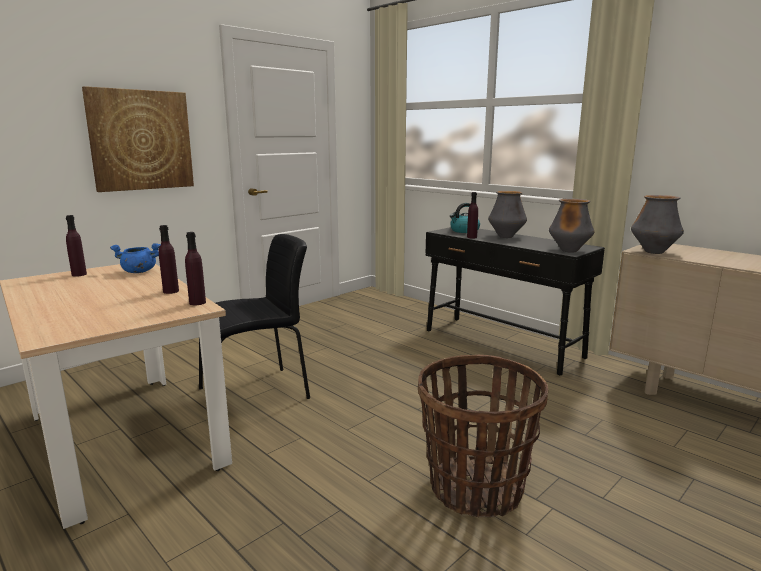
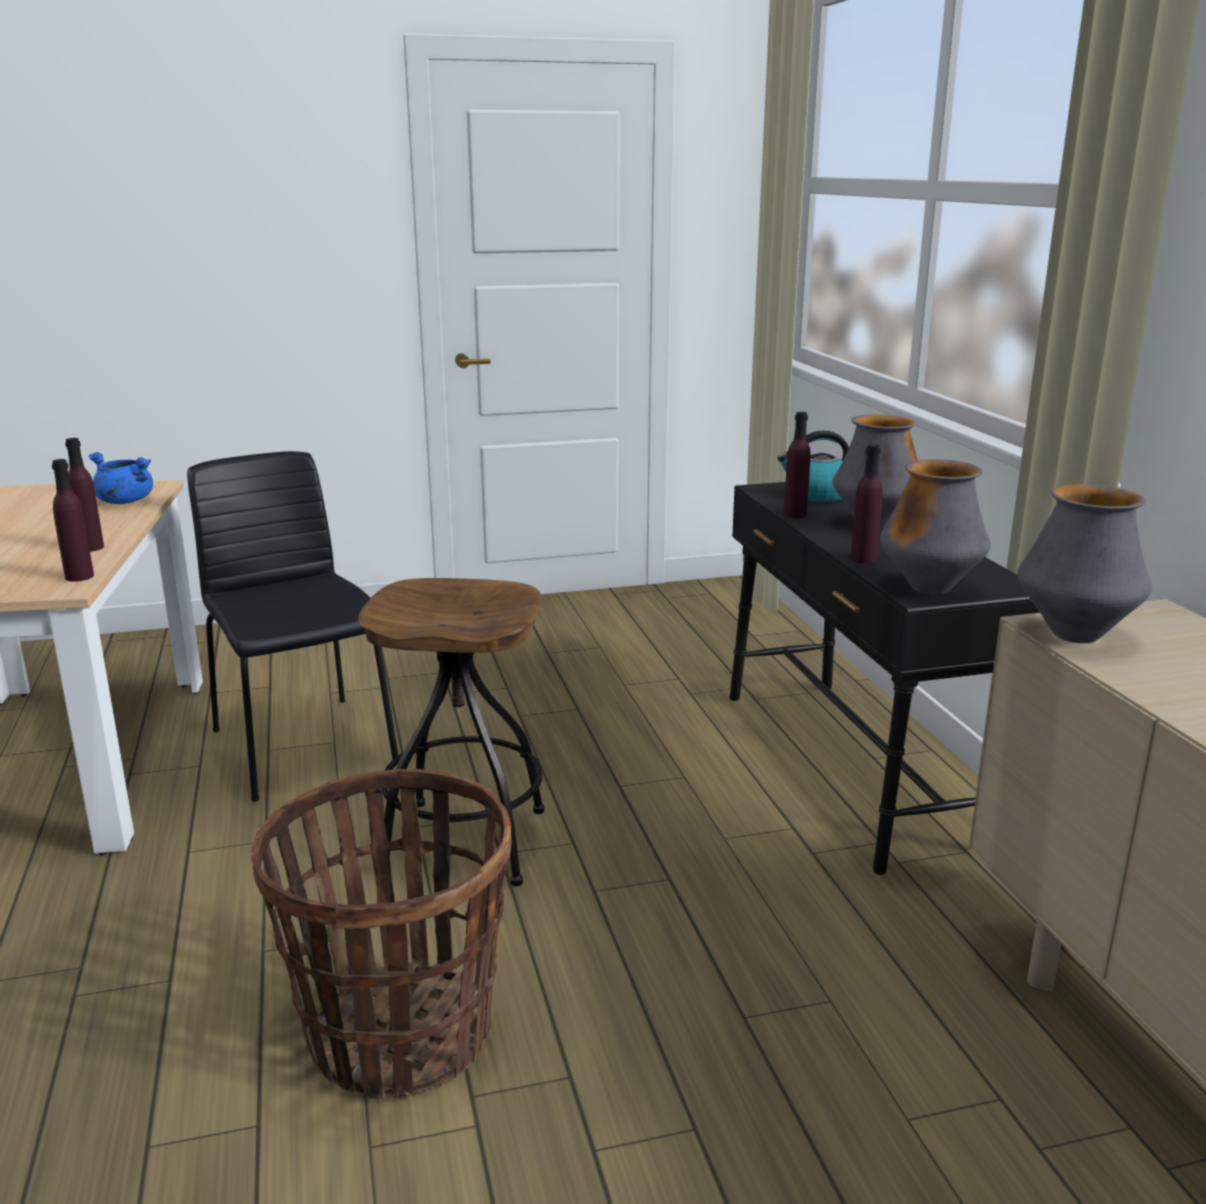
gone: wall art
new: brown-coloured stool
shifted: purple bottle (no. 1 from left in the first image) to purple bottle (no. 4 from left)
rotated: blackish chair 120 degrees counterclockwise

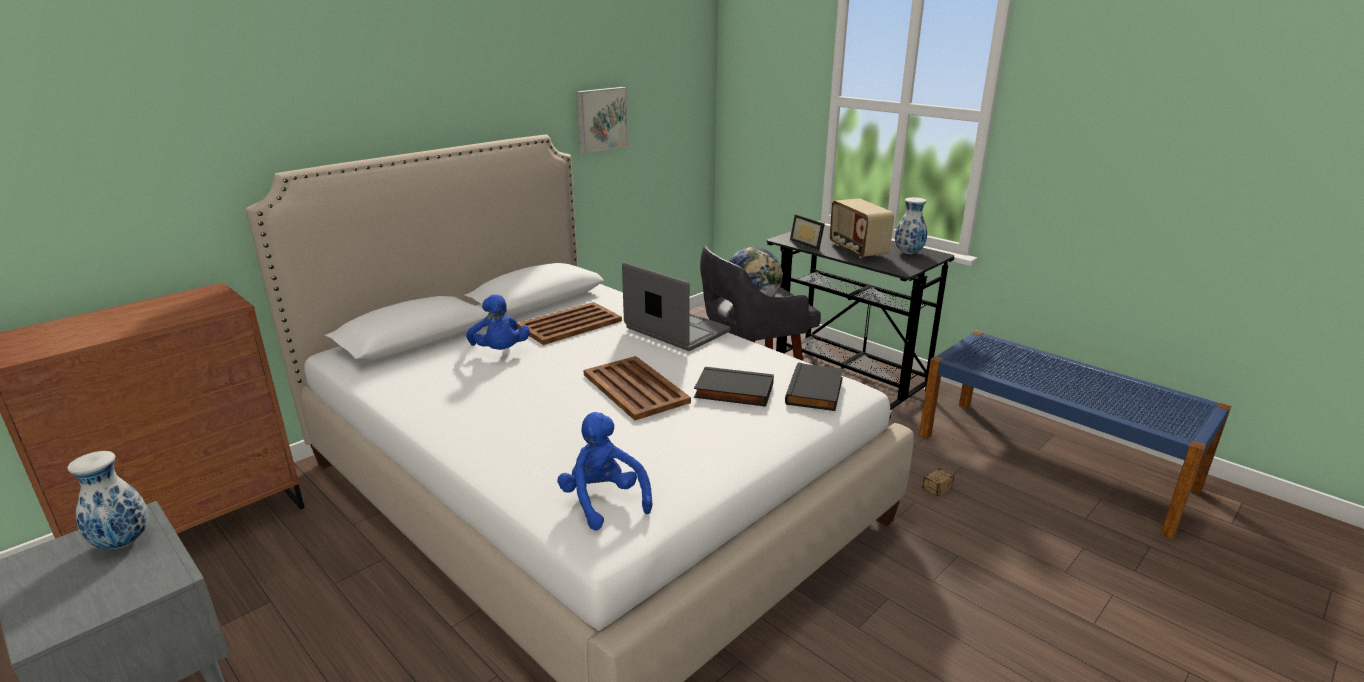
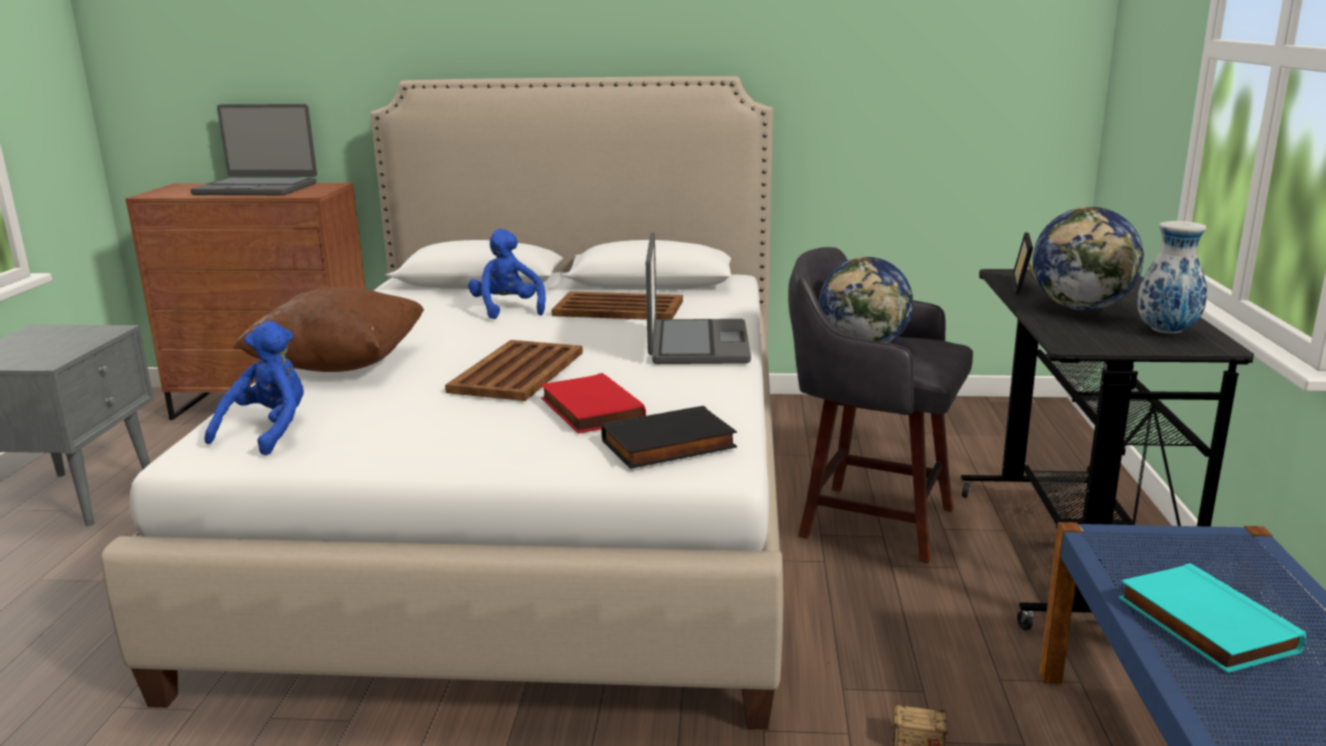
gone: vase (no. 1 from left); wall art
new: notebook computer (no. 1 from left); brown-coloured pillow; turquoise-coloured bound book
swapped: radio to world globe (no. 2 from left)
repainted: blackish bound book (no. 1 from left) to red-coloured bound book
rotated: blue cuddly toy (no. 1 from left in the first image) 135 degrees clockwise

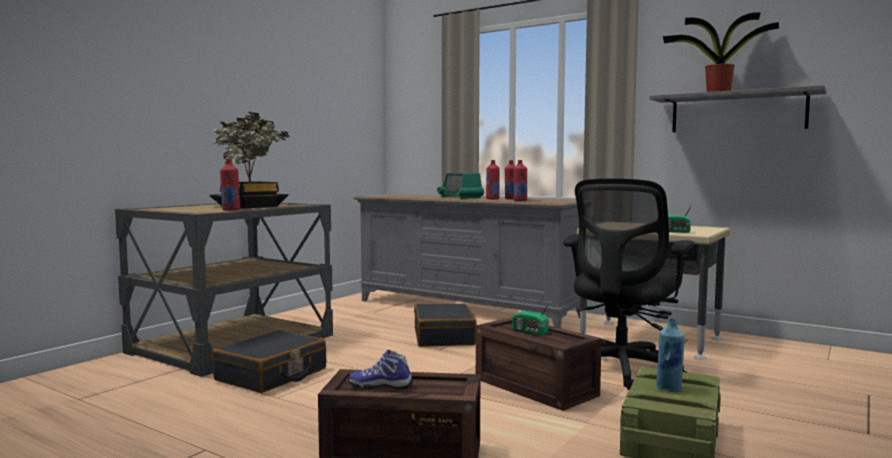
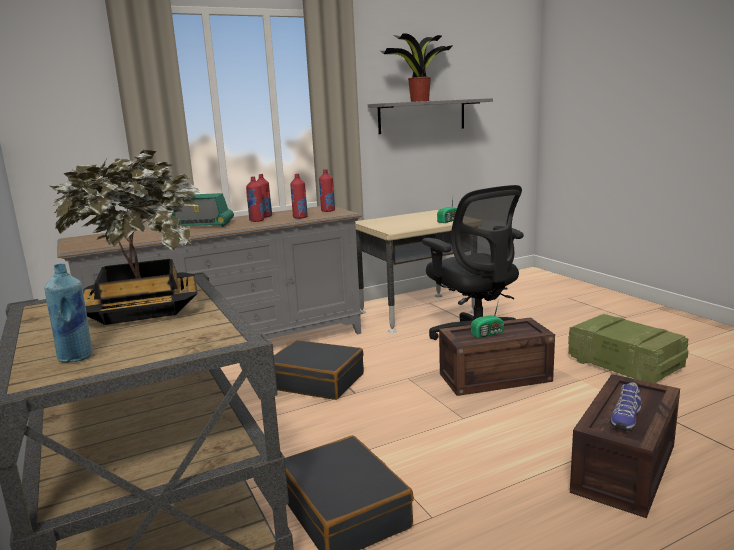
shifted: red-coloured bottle (no. 1 from left in the first image) to red-coloured bottle (no. 4 from left); blue bottle

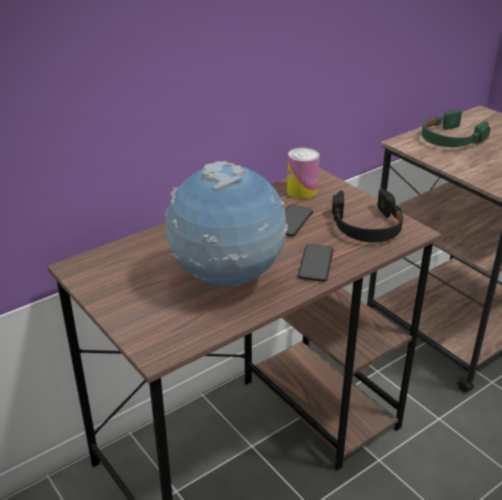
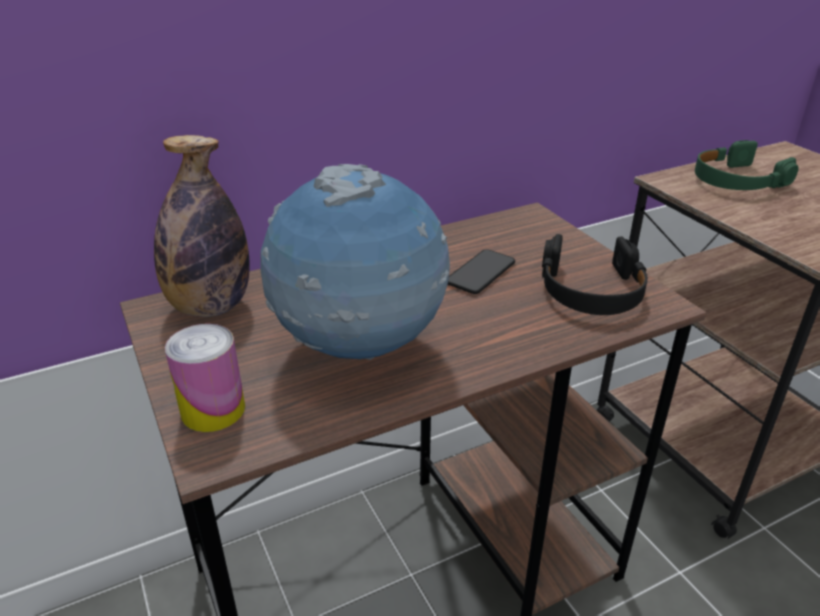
gone: telephone (no. 2 from left)
new: bottle
shifted: can

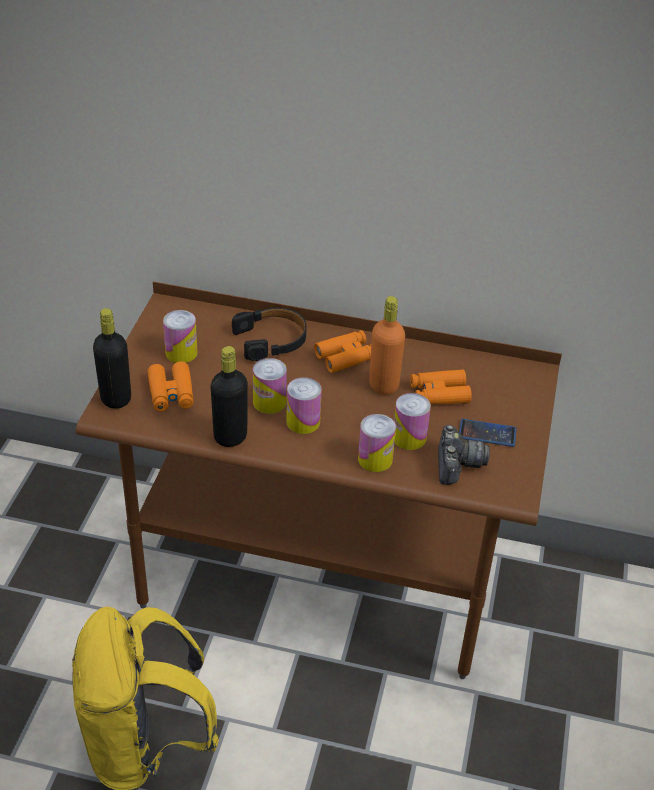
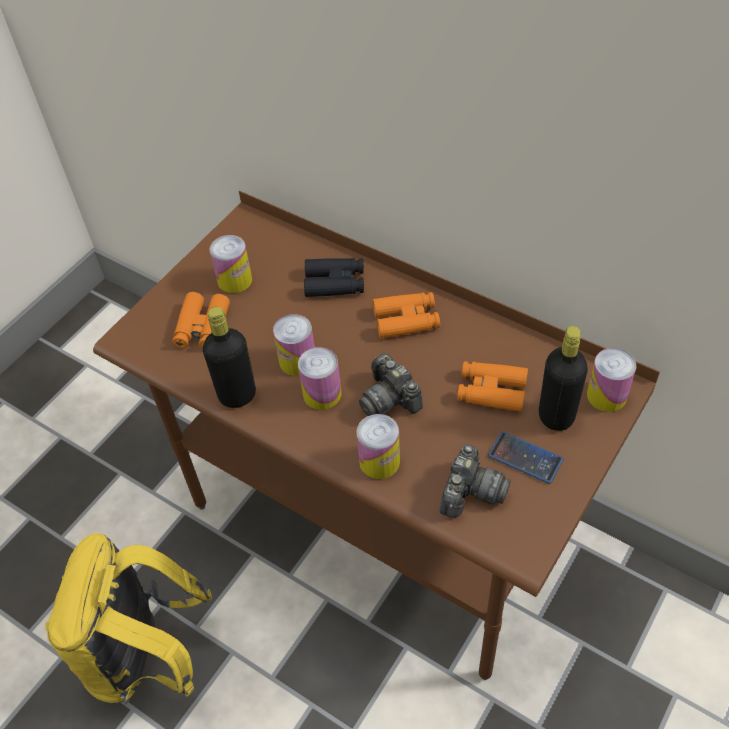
gone: orange bottle
new: still camera (no. 1 from left)
shifted: blackish bottle (no. 1 from left in the first image) to blackish bottle (no. 2 from left); can (no. 5 from left)
swapped: blackish pair of headphones to blackish field glasses

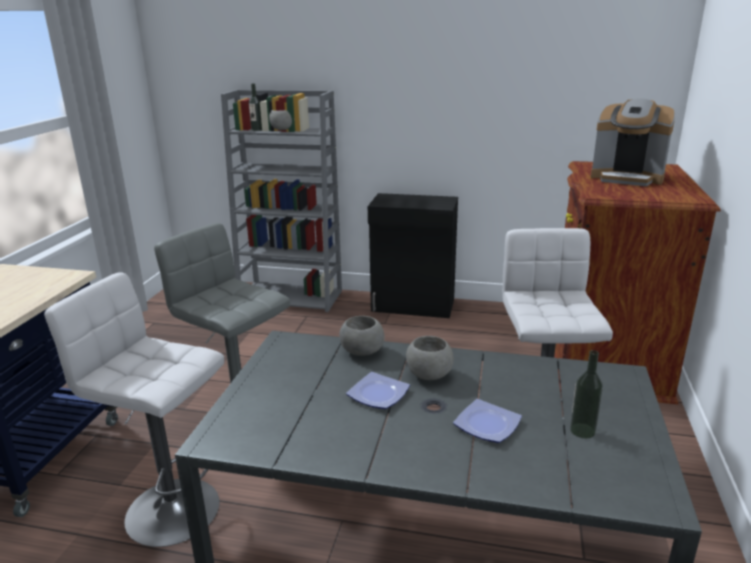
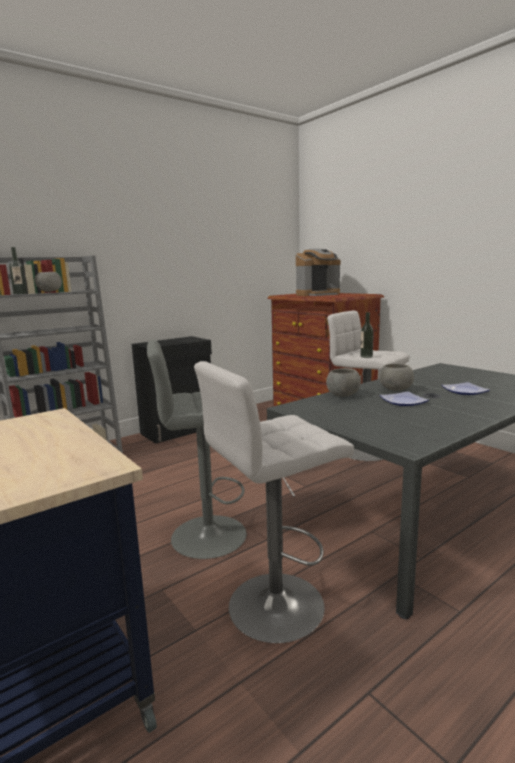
shifted: bottle (no. 2 from left)

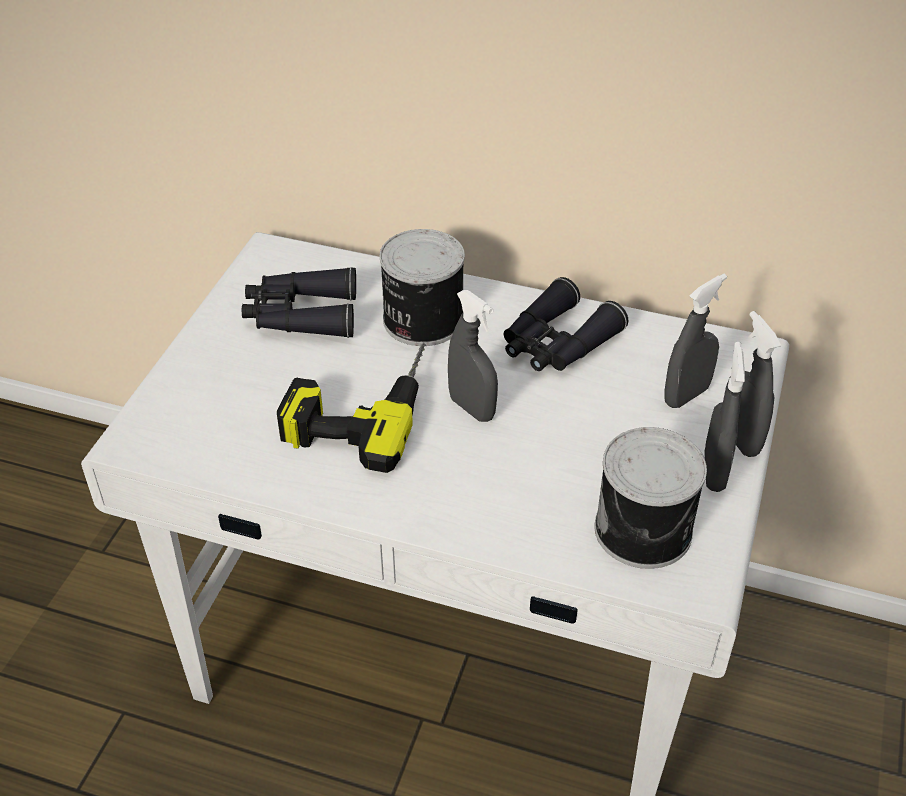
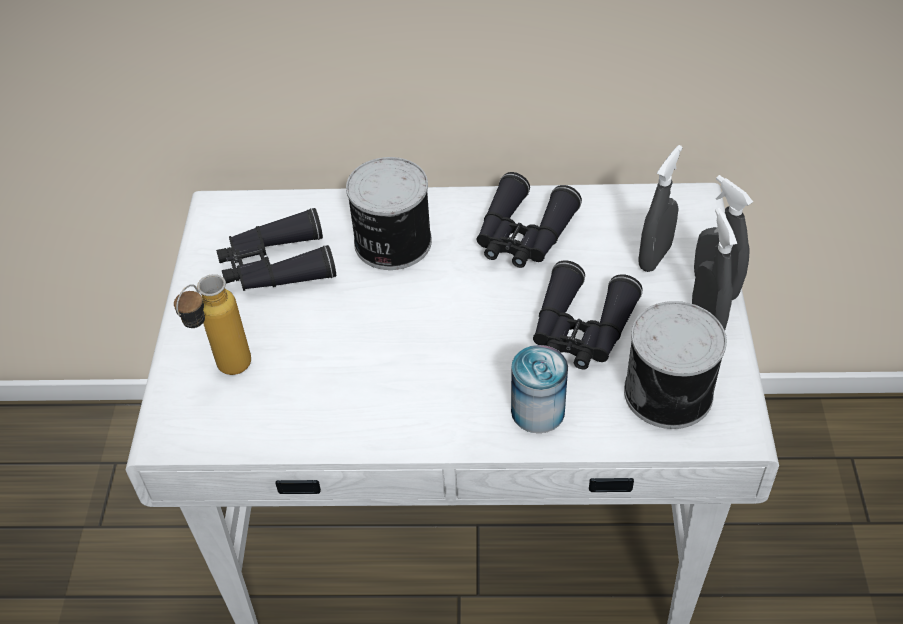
gone: drill; gray spray bottle (no. 1 from left)
new: bottle; can (no. 2 from left); blackish field glasses (no. 3 from left)

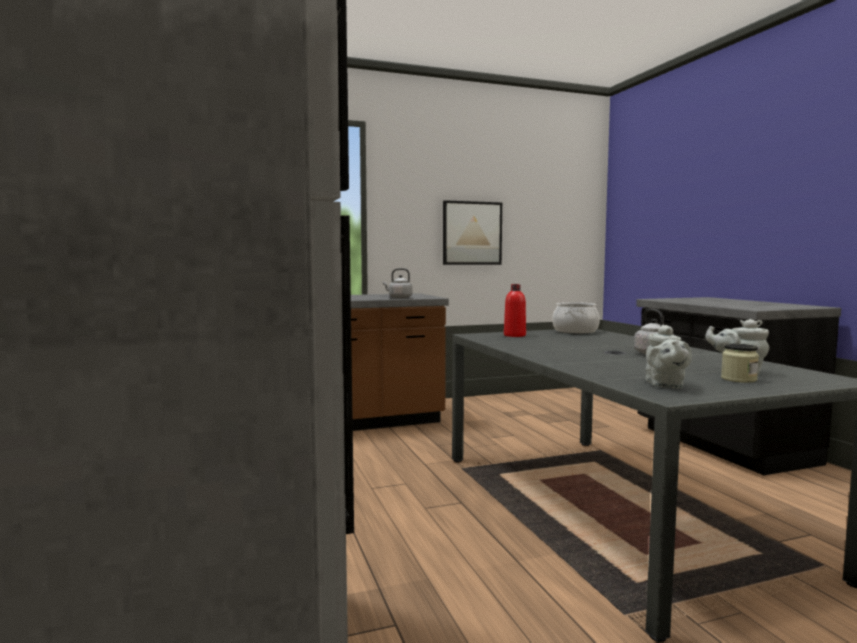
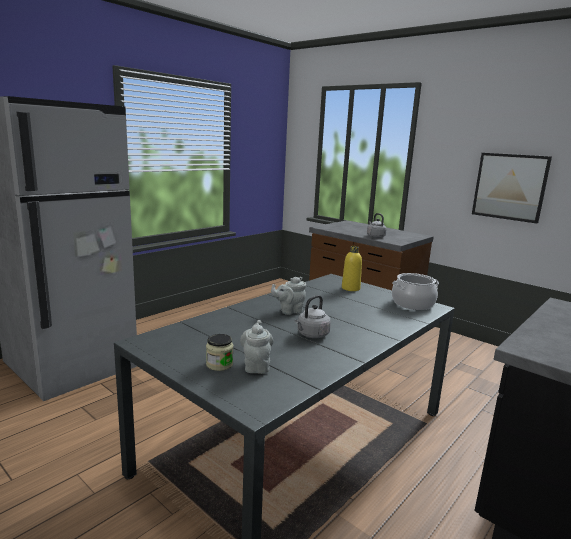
shifted: gray pot for tea (no. 1 from left in the first image) to gray pot for tea (no. 2 from left)
repainted: red-coloured bottle to yellow-coloured bottle

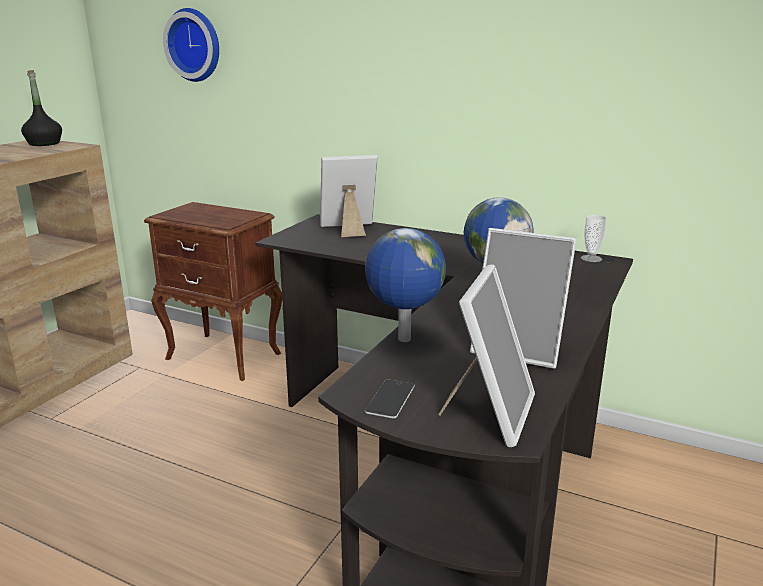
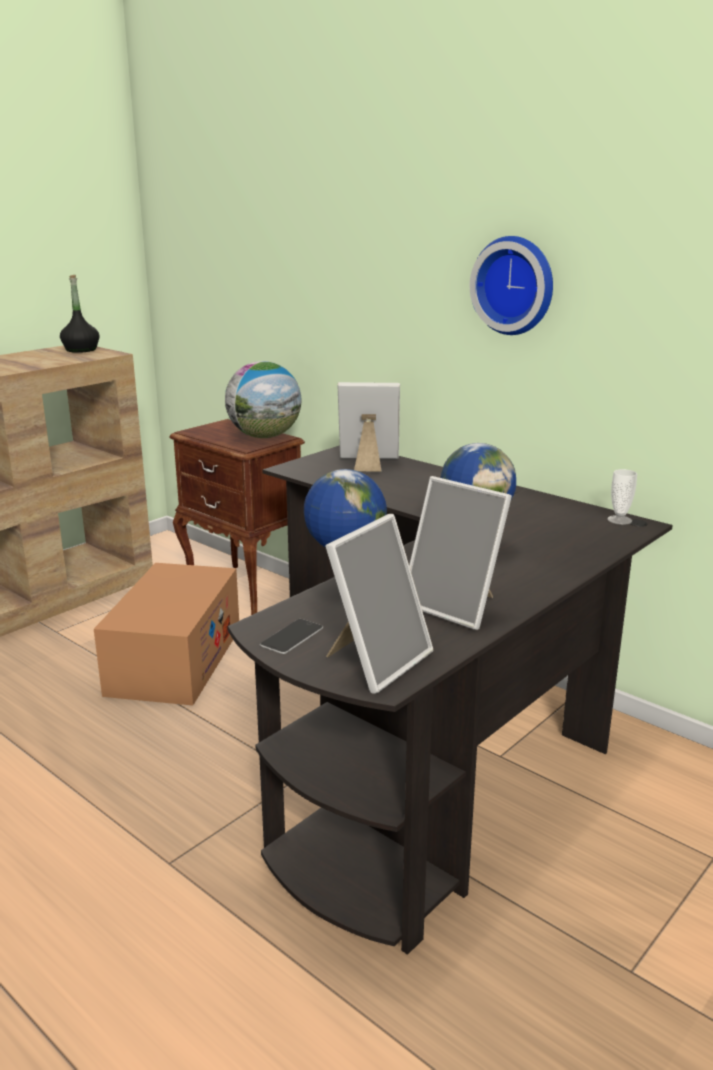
new: packing box; world globe (no. 1 from left)
shifted: hanging clock

